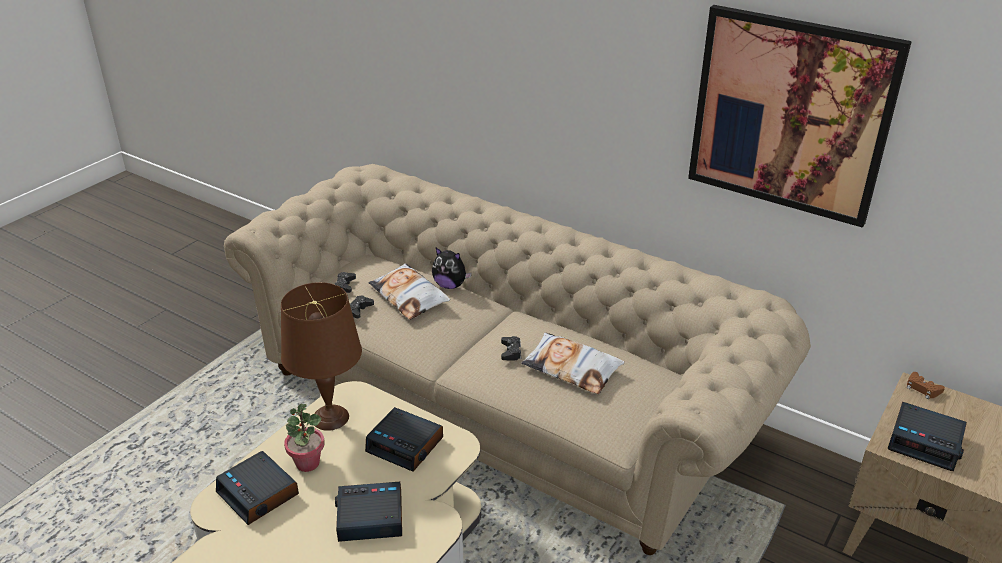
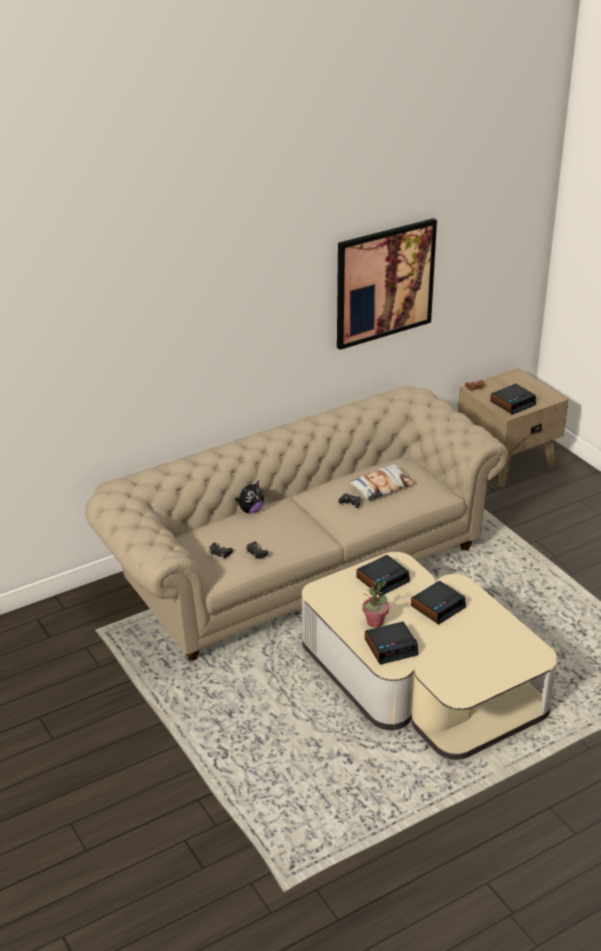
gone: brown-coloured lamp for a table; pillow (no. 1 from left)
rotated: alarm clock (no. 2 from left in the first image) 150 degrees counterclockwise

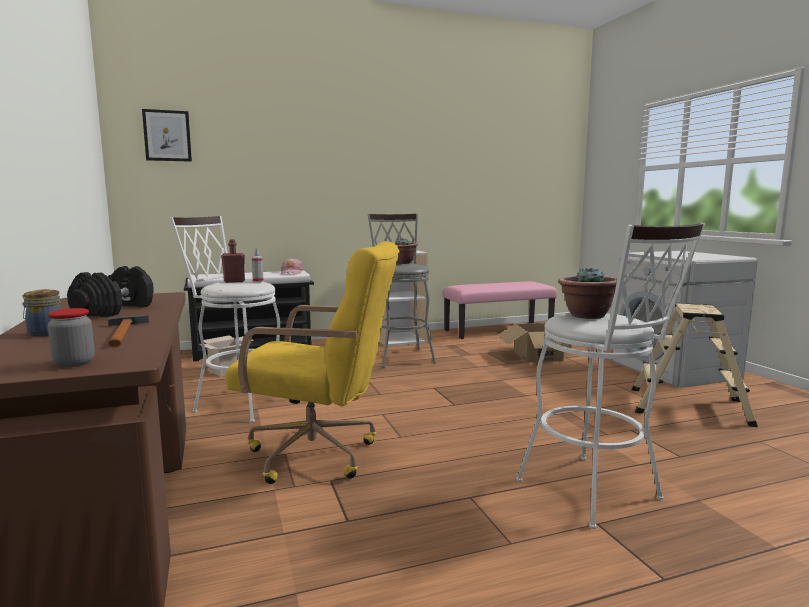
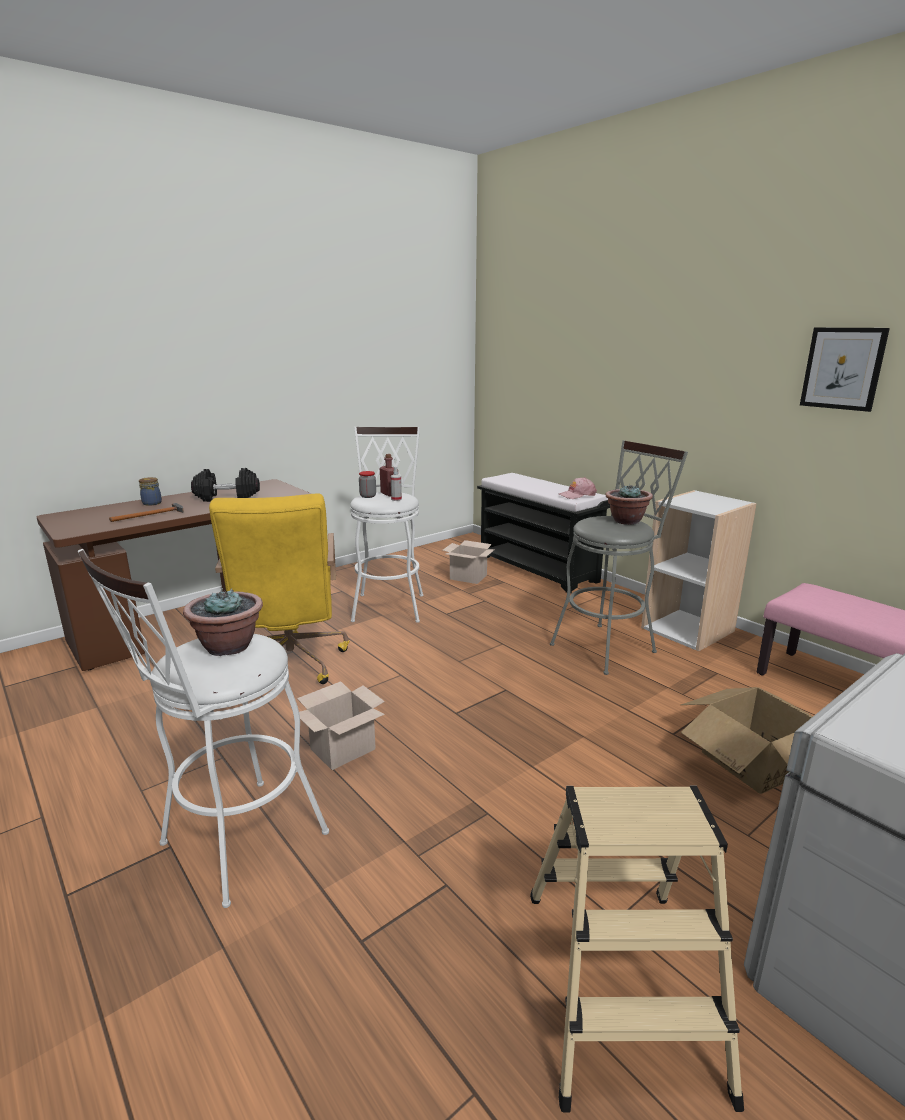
new: packing box (no. 1 from left)
shifted: jar (no. 2 from left); wall art

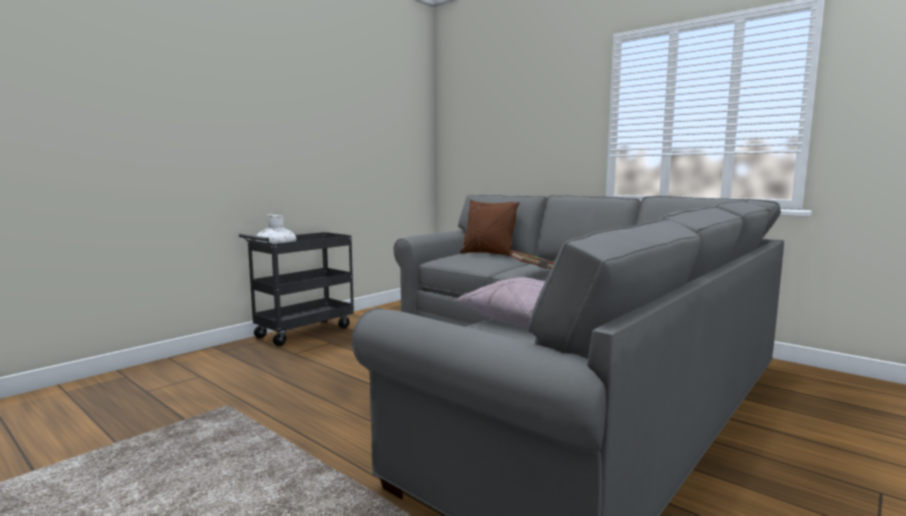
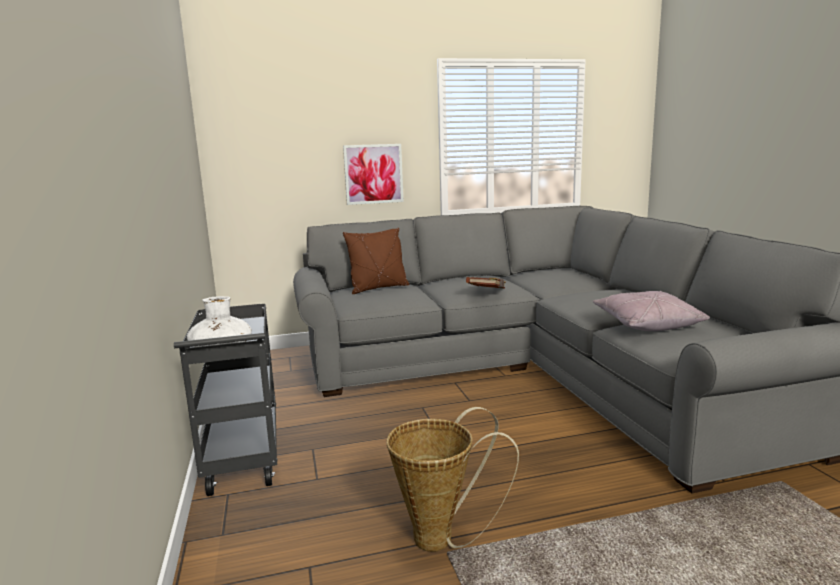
new: wall art; storage basket

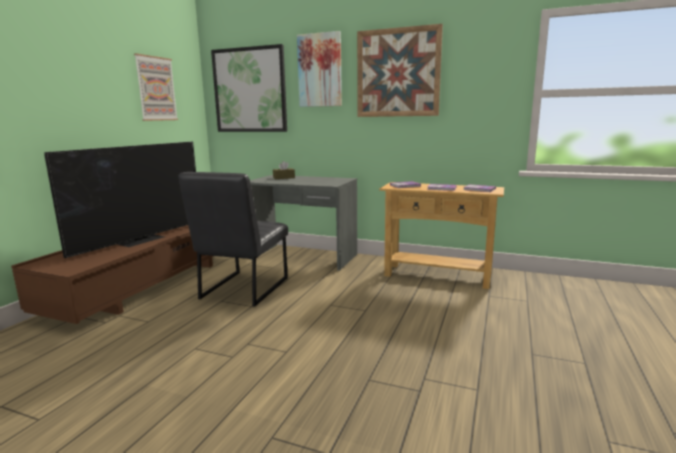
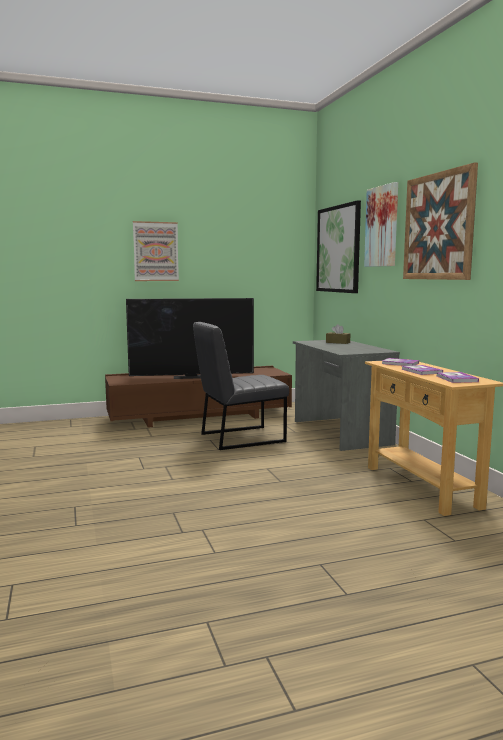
shifted: wall art (no. 1 from left)

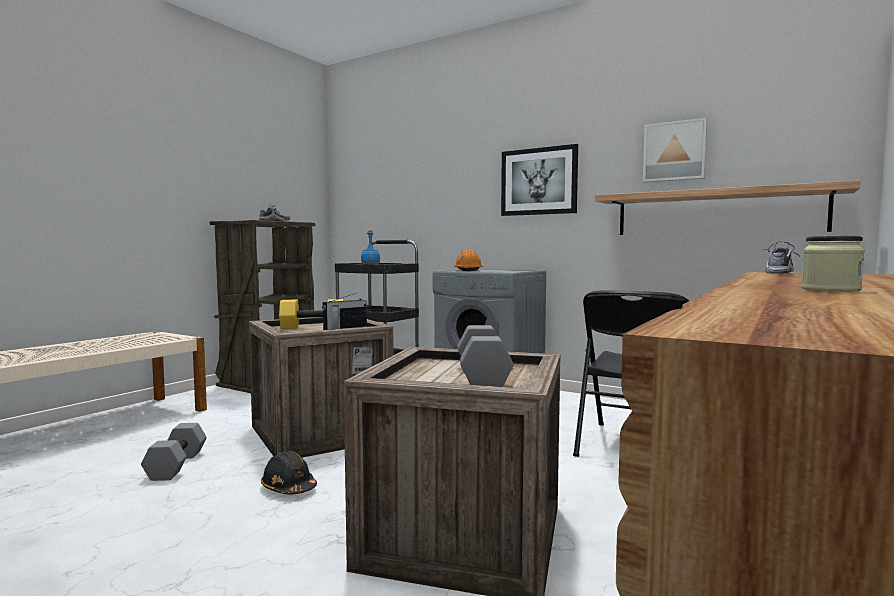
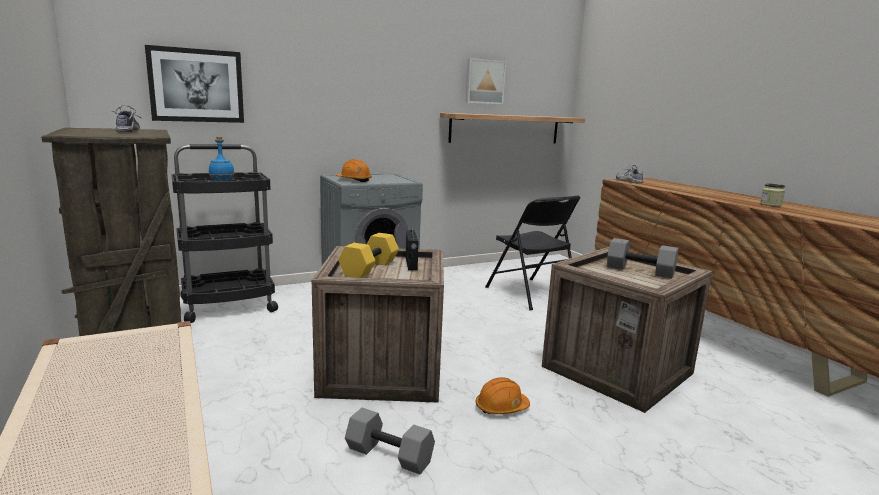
shifted: wall art (no. 1 from left)
repainted: blackish hard hat to orange hard hat (no. 2 from left)

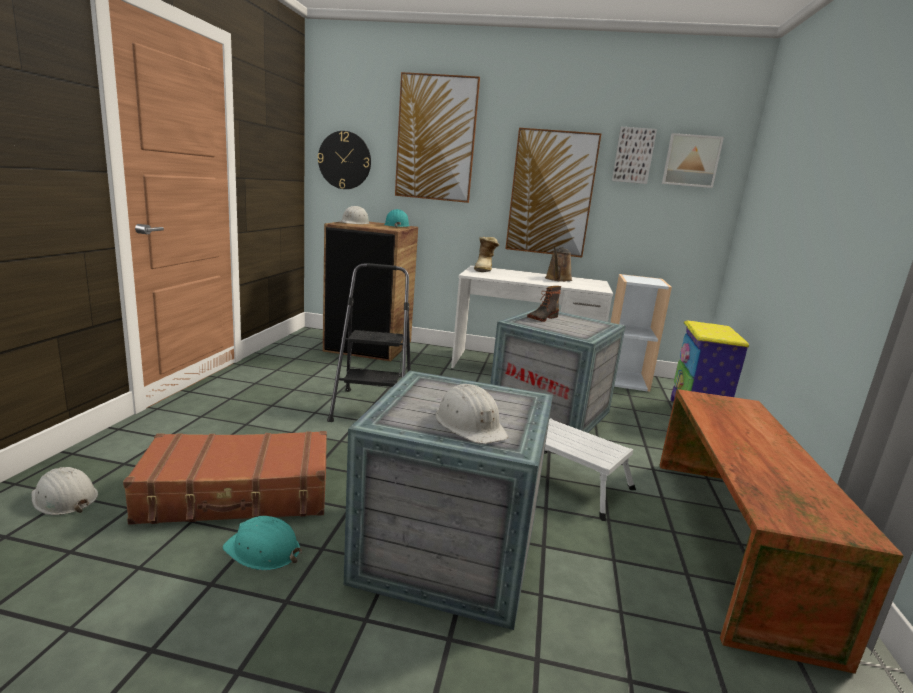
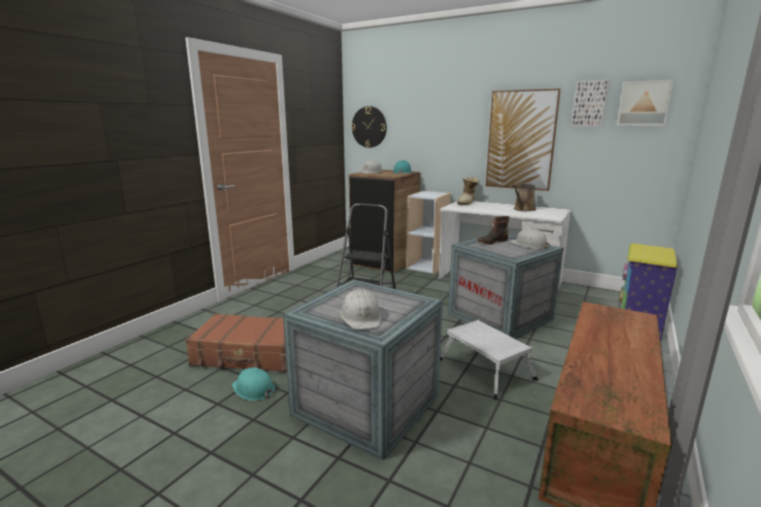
gone: wall art (no. 1 from left)
shifted: white hard hat (no. 1 from left in the first image) to white hard hat (no. 3 from left); shelving unit

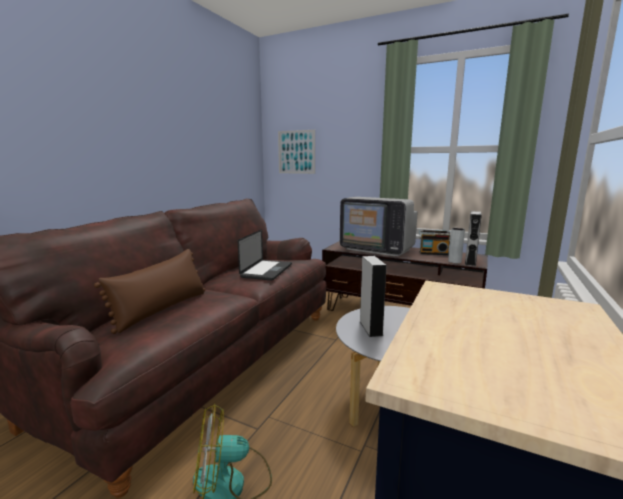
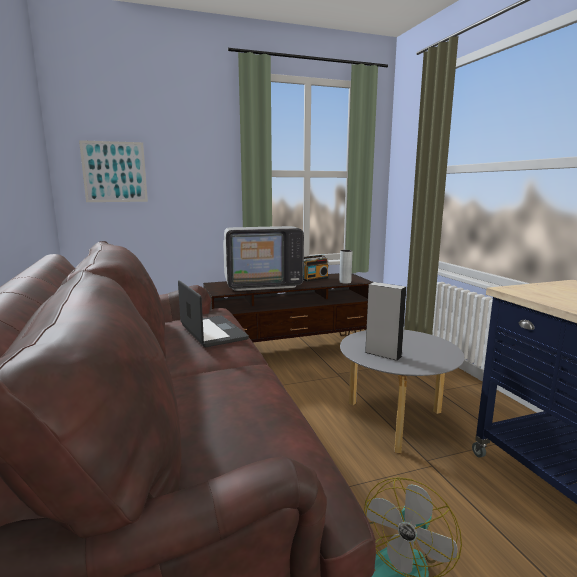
gone: brown-coloured pillow; gray audio speaker (no. 2 from left)

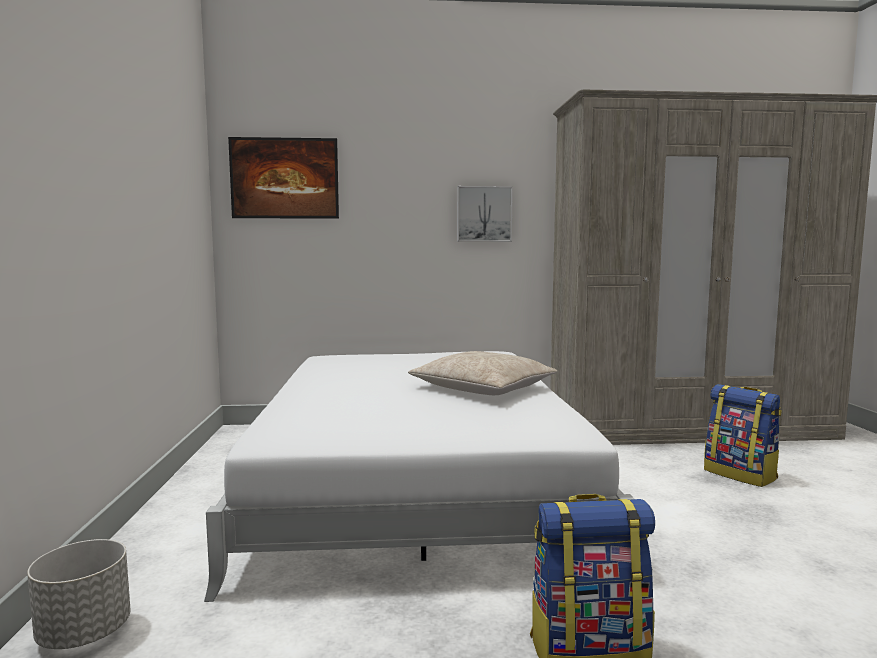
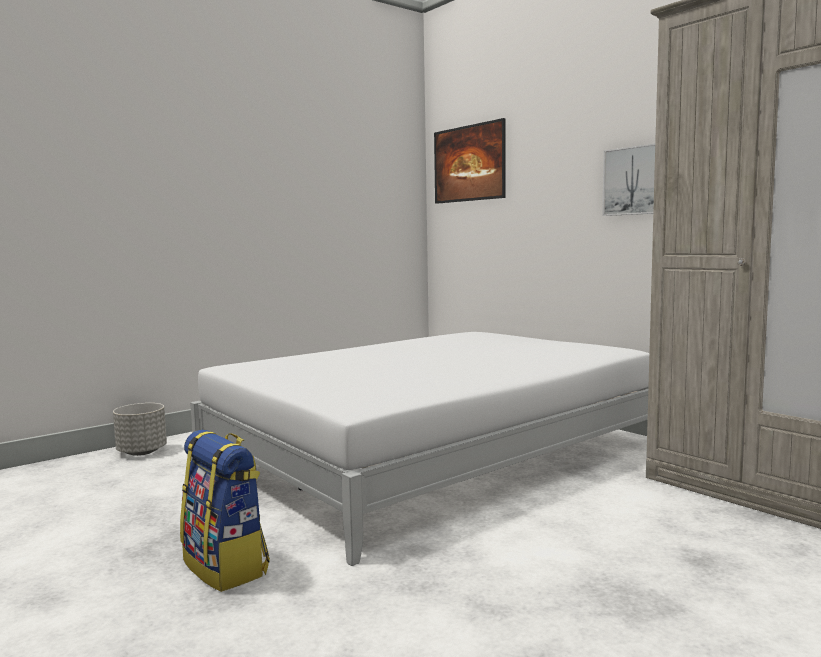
gone: beige-coloured pillow; backpack (no. 2 from left)

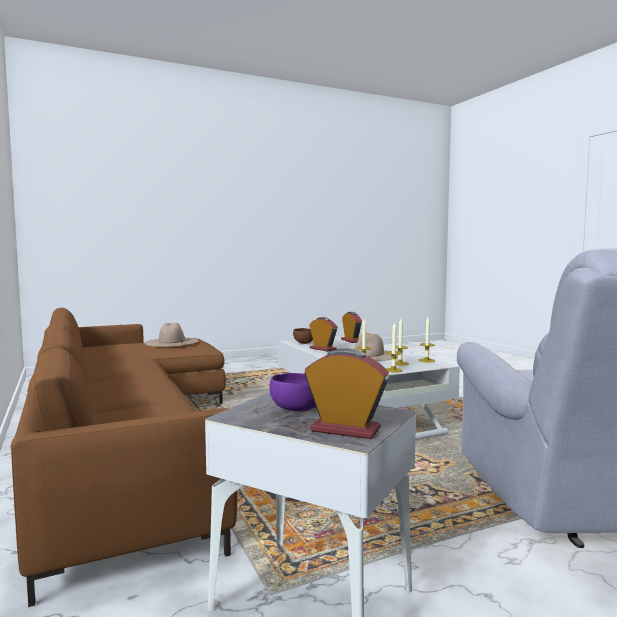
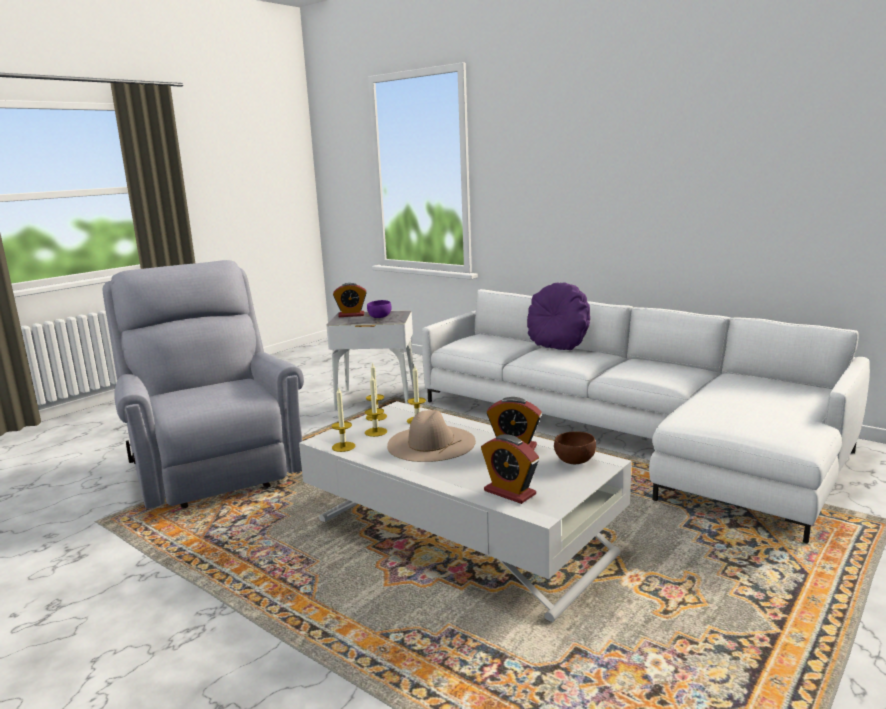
gone: beige-coloured clothing hat (no. 1 from left)
new: purple pillow
repainted: brown-coloured settee to white settee

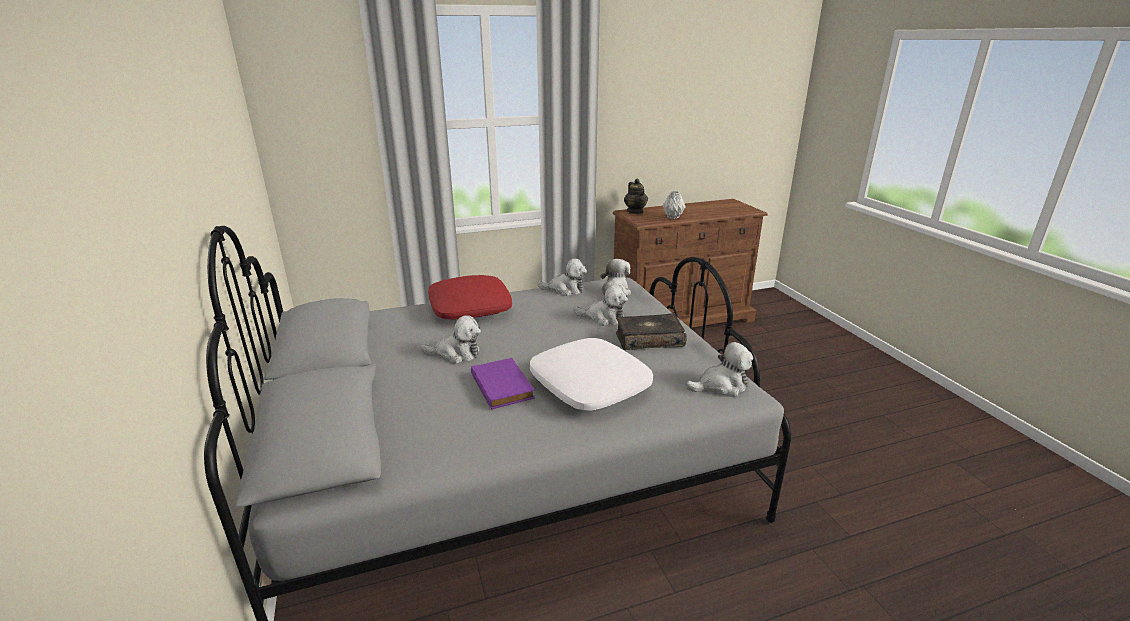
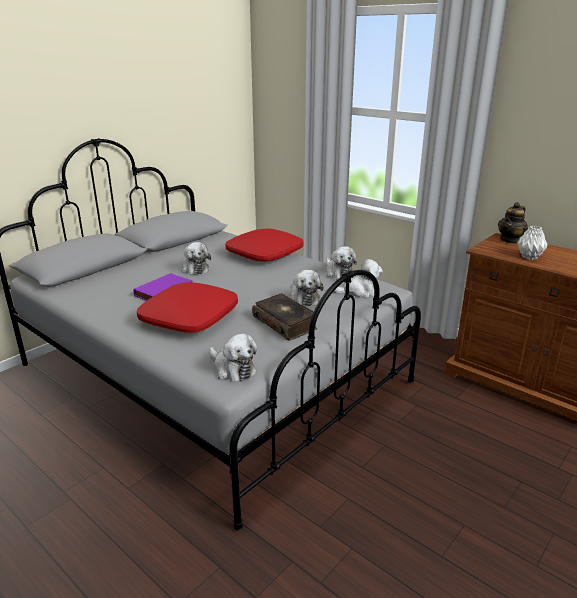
repainted: white pillow to red-coloured pillow (no. 1 from left)

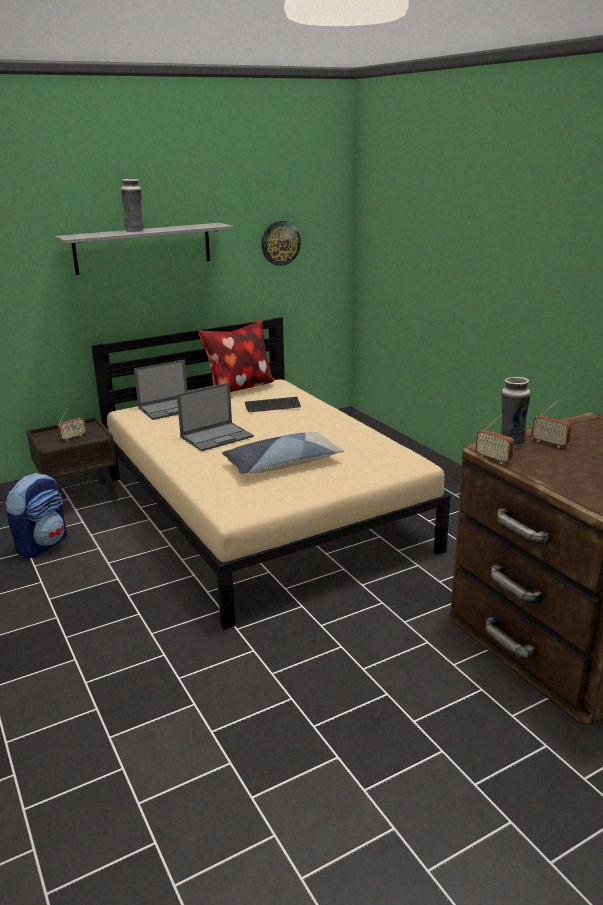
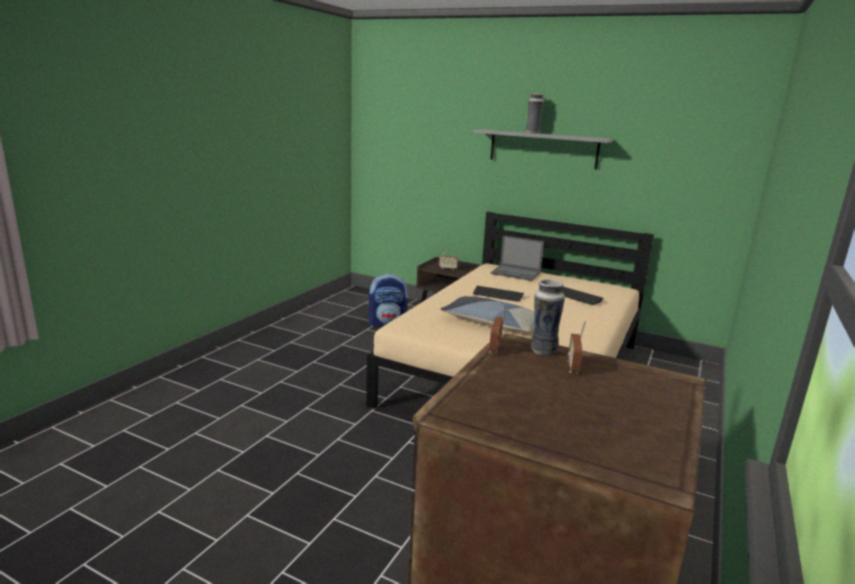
gone: pillow (no. 1 from left); hanging clock
swapped: notebook computer (no. 2 from left) to PC keyboard (no. 1 from left)

